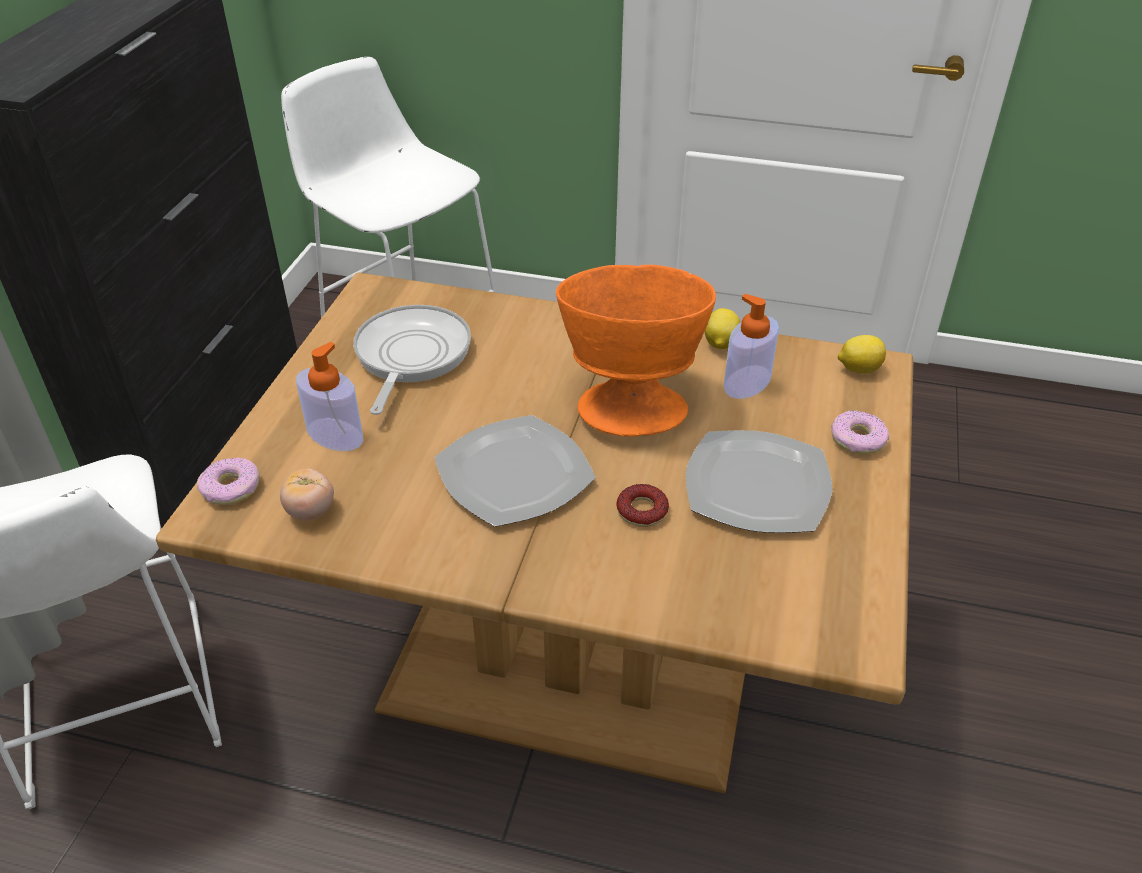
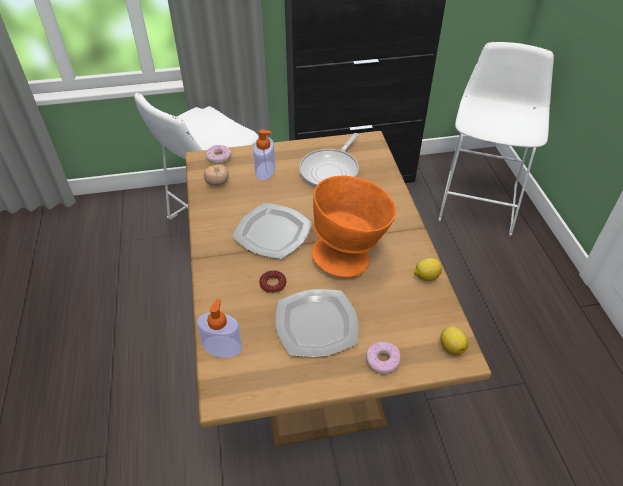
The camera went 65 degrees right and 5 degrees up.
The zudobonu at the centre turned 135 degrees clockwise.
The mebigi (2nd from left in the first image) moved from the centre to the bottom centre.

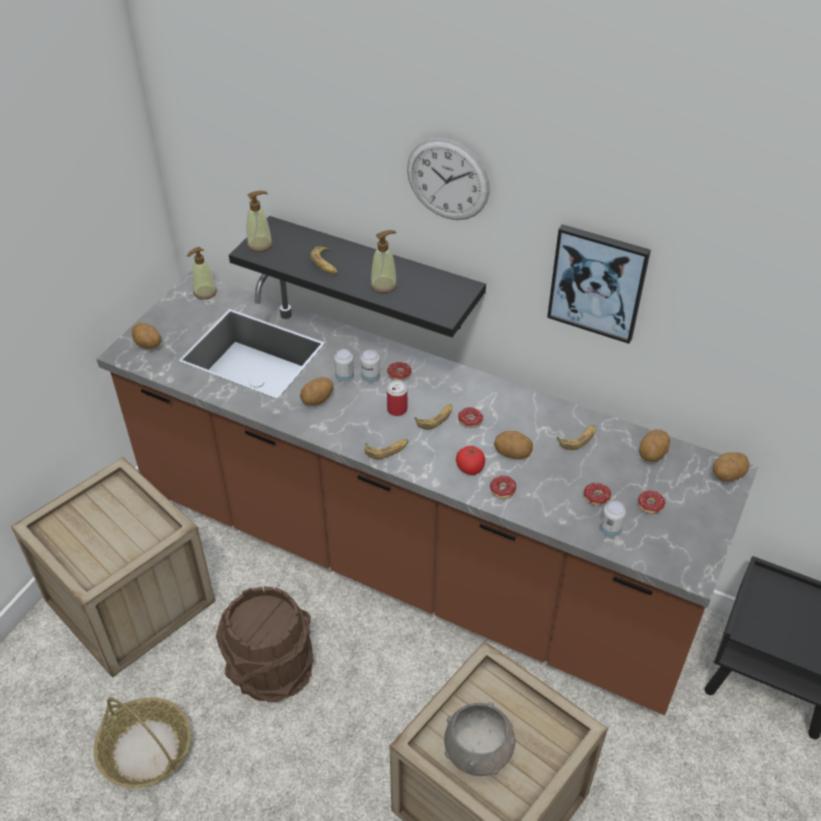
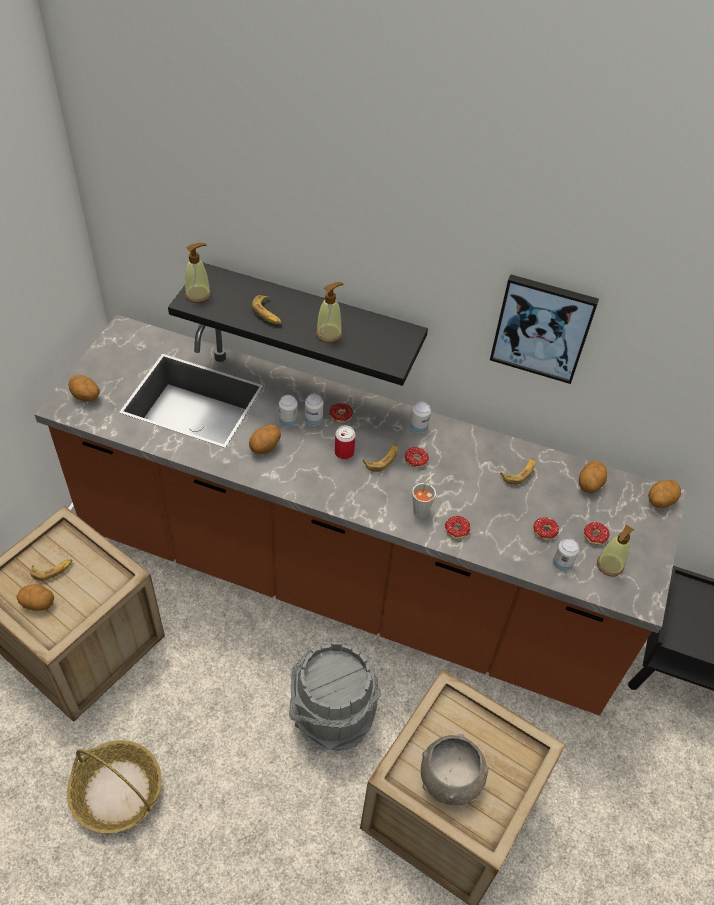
The camera went 10 degrees left and 5 degrees up.
The mebigi (1st from left in the first image) moved from the top left to the middle right.
The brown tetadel at the bottom left disappeared.
The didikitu (2nd from left in the first image) moved from the centre to the middle left.
The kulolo at the top centre disappeared.
The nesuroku at the centre was replaced by the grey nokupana at the centre.
The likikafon (3rd from left in the first image) moved from the centre to the middle left.
The grey tetadel at the bottom centre appeared.
The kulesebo (4th from left) at the centre appeared.

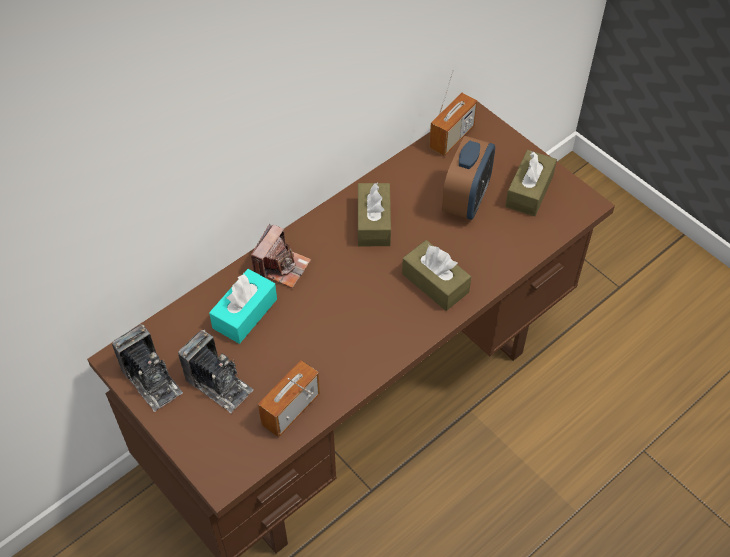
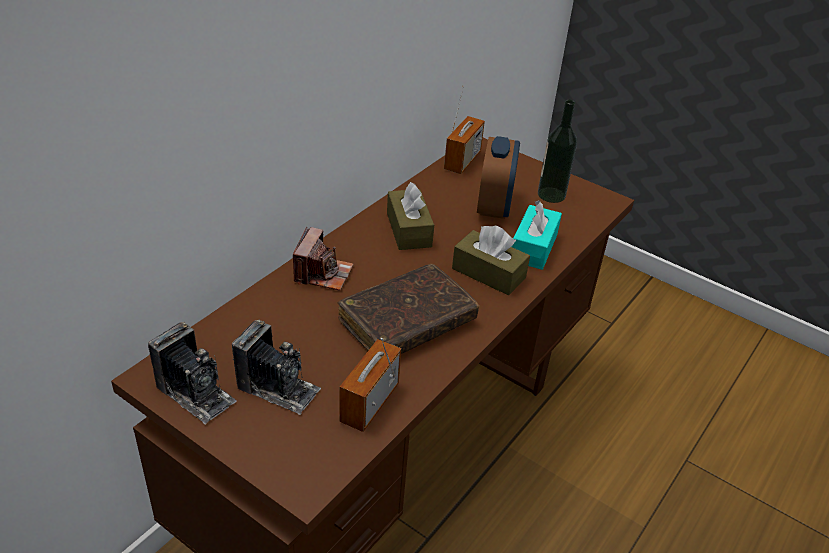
The camera went 15 degrees left and 15 degrees down.
The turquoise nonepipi moved from the middle left to the centre.
The brown nonepipi (3rd from left) at the top right was replaced by the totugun at the top right.
The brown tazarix at the centre appeared.

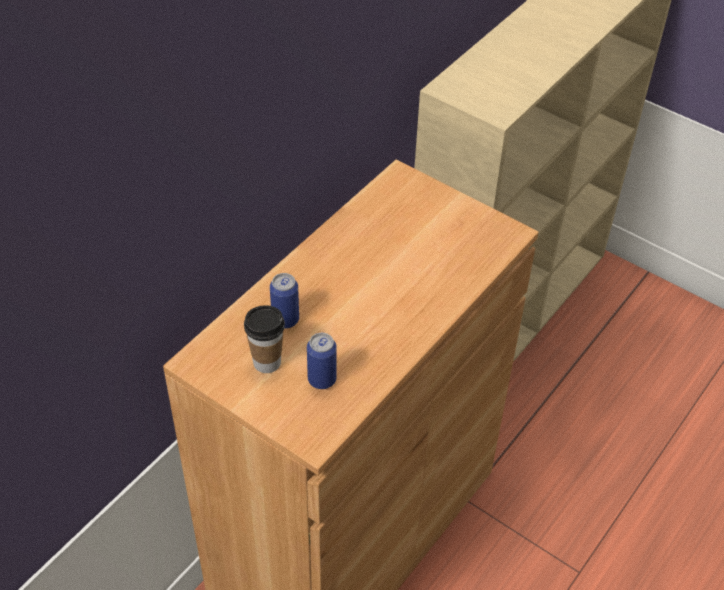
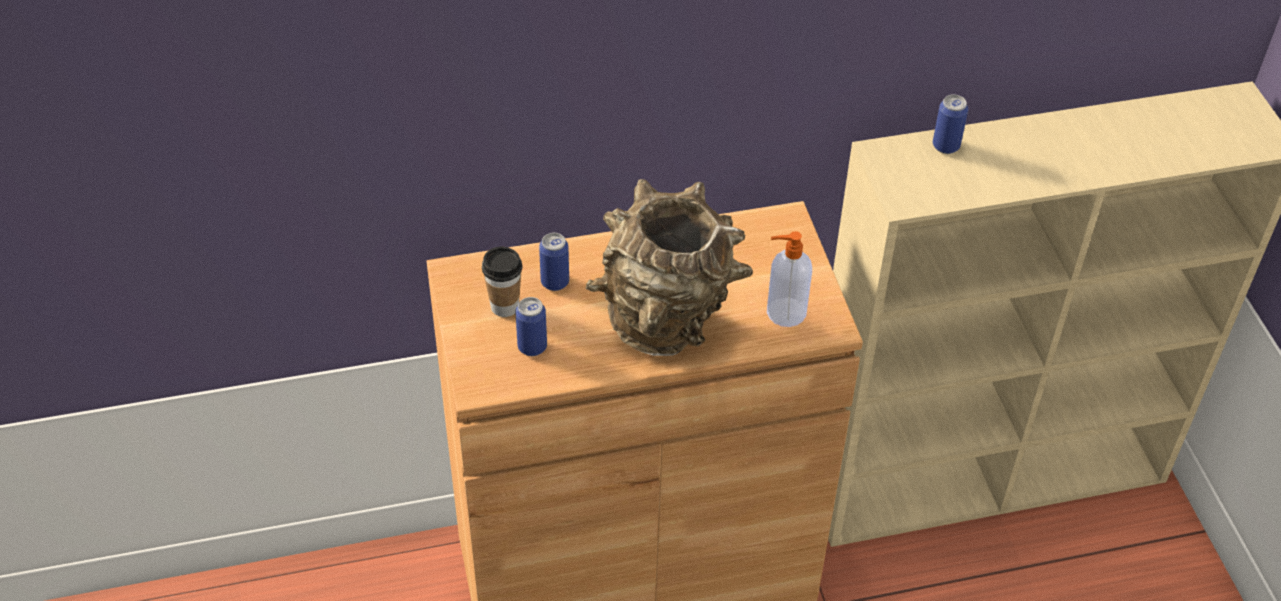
The camera went 40 degrees right and 0 degrees up.
The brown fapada at the centre appeared.
The mebigi at the centre appeared.
The kulesebo (3rd from left) at the top right appeared.

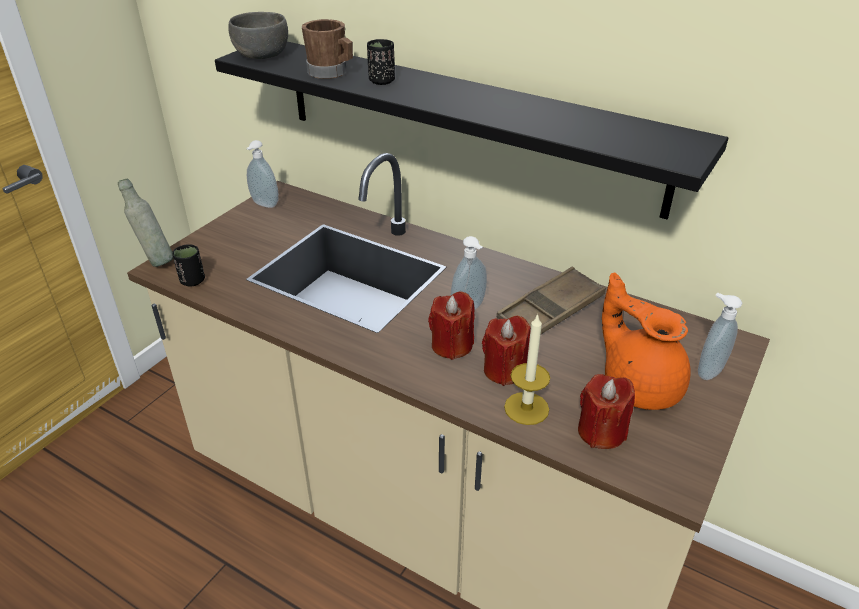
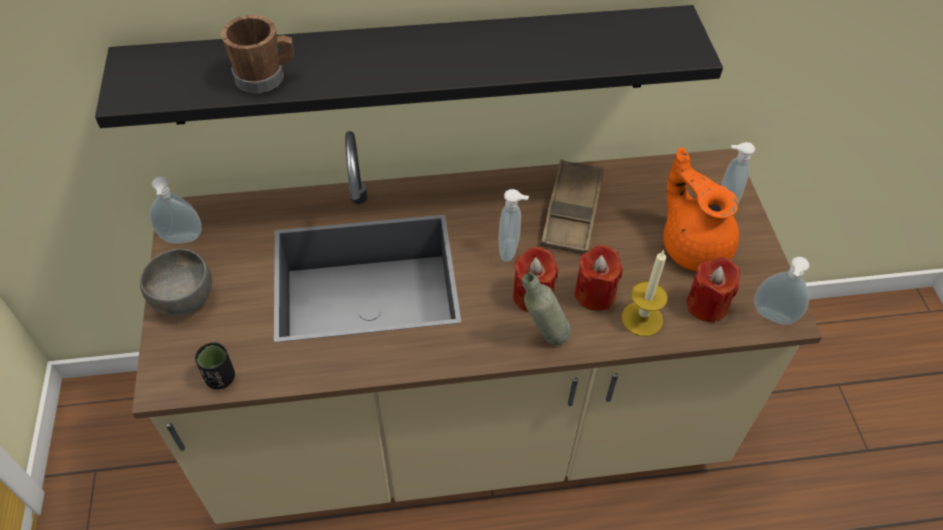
The camera went 40 degrees left and 15 degrees up.
The grey totugun moved from the middle left to the centre.
The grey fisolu moved from the top left to the middle left.
The black nokupana (2nd from left) at the top centre disappeared.
The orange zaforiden at the middle right turned 45 degrees clockwise.
The mebigi (4th from left) at the middle right appeared.

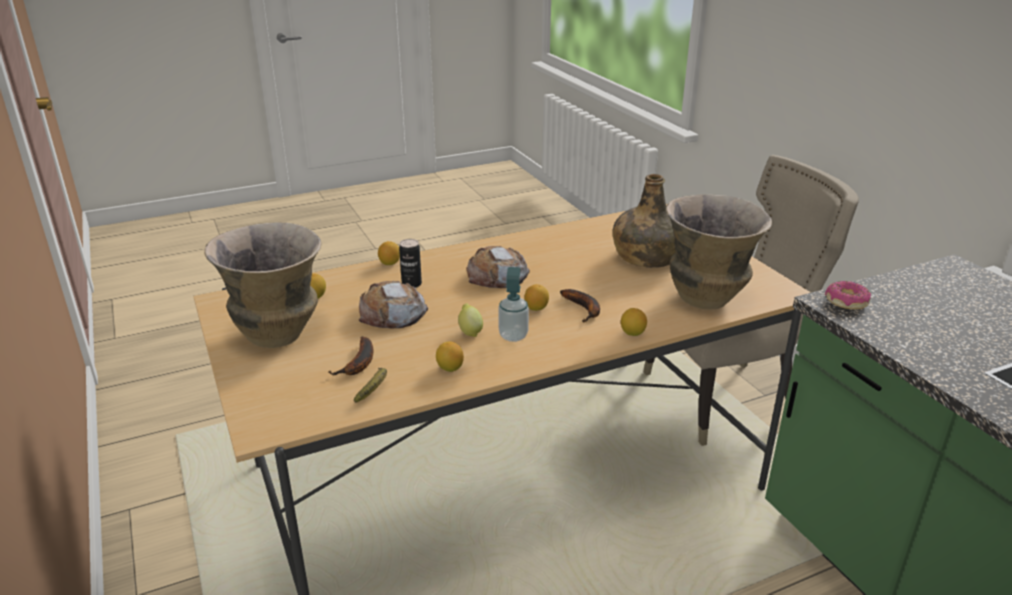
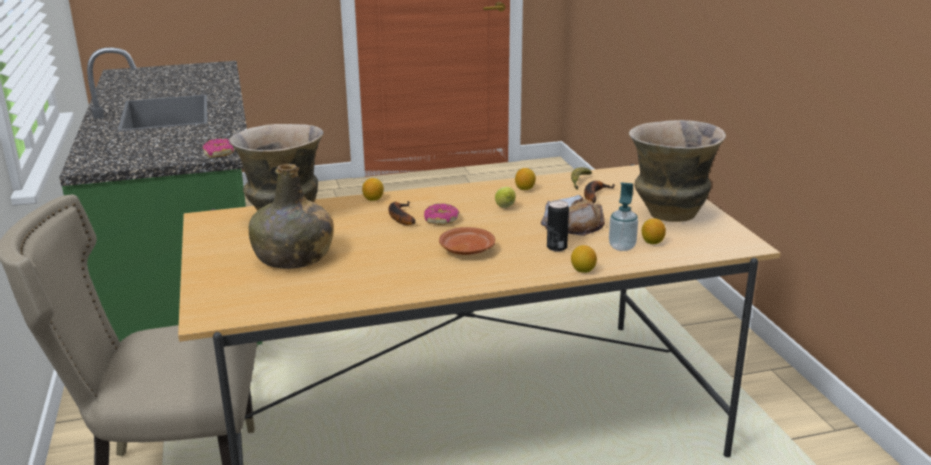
The camera went 170 degrees left and 5 degrees down.
The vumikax (2nd from left) at the centre was replaced by the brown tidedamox at the centre.
The mebigi moved from the centre to the middle right.
The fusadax (5th from left) at the centre was replaced by the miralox (2nd from left) at the centre.

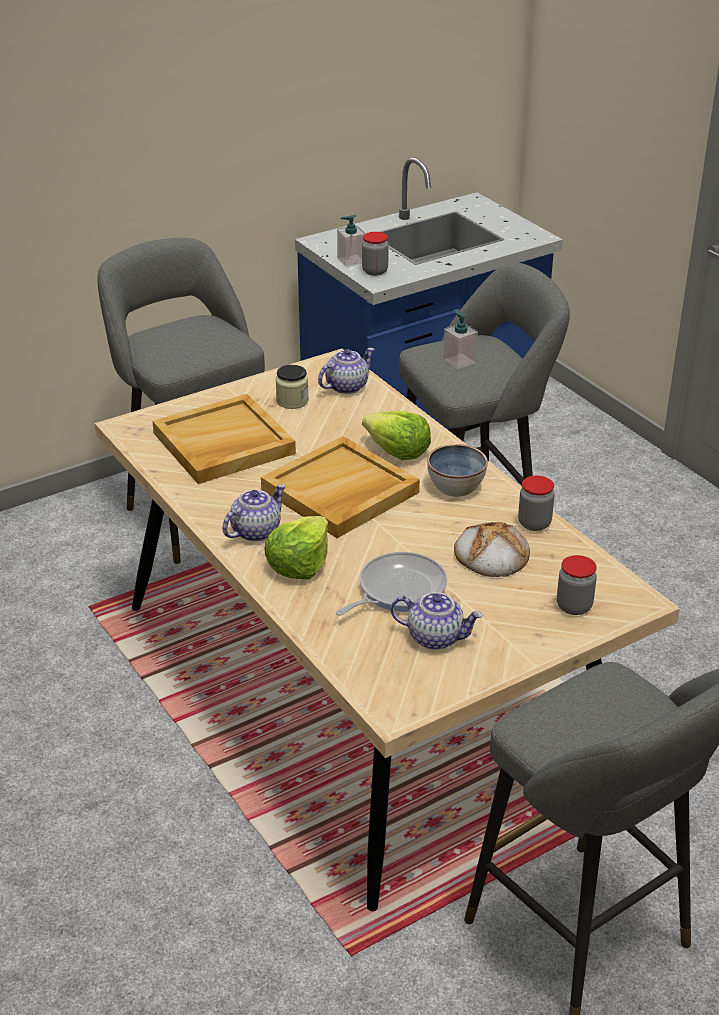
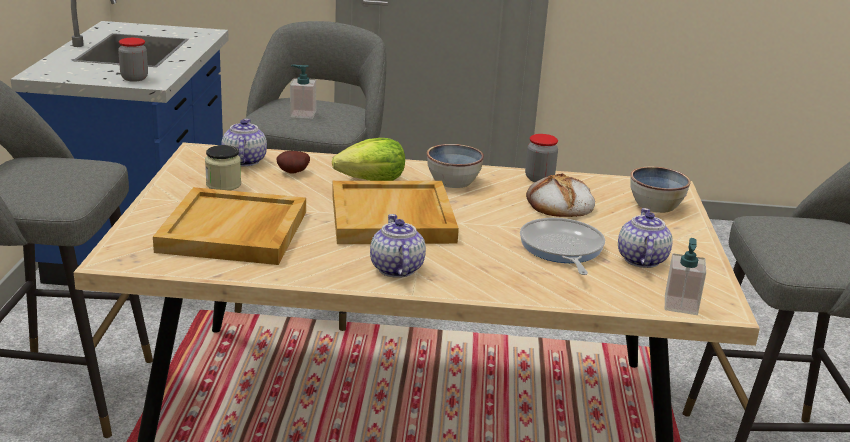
The camera went 55 degrees left and 10 degrees down.
The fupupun (1st from left) at the centre disappeared.
The mebigi (1st from left in the first image) moved from the top centre to the middle right.
The zaforiden (3rd from left) at the centre turned 45 degrees counterclockwise.
The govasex (4th from left) at the middle right was replaced by the fisolu (2nd from left) at the middle right.
The likikafon at the centre appeared.

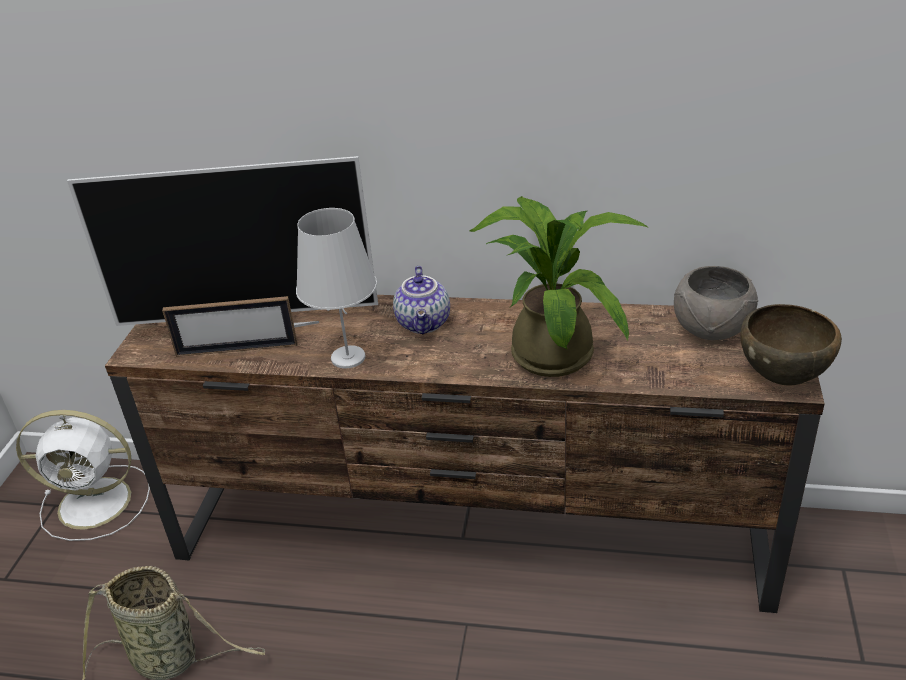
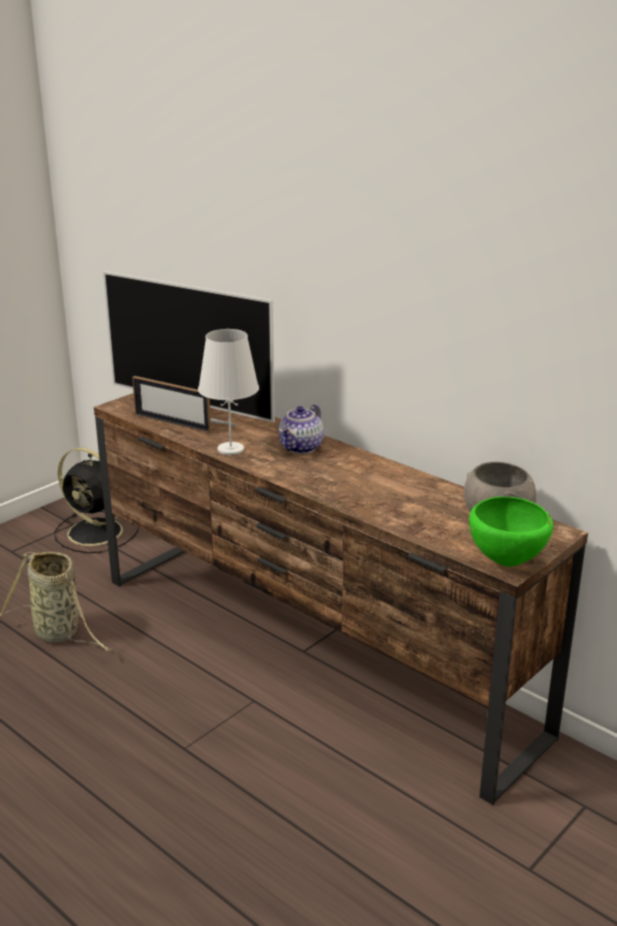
The camera went 30 degrees right and 10 degrees down.
The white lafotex at the bottom left became the black lafotex at the middle left.
The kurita at the centre disappeared.
The brown fisolu at the middle right became the green fisolu at the middle right.

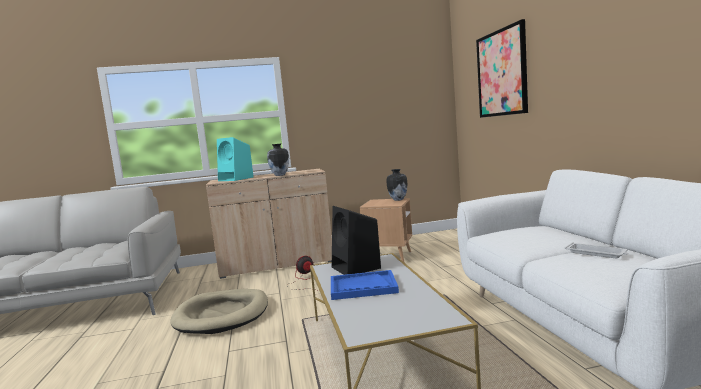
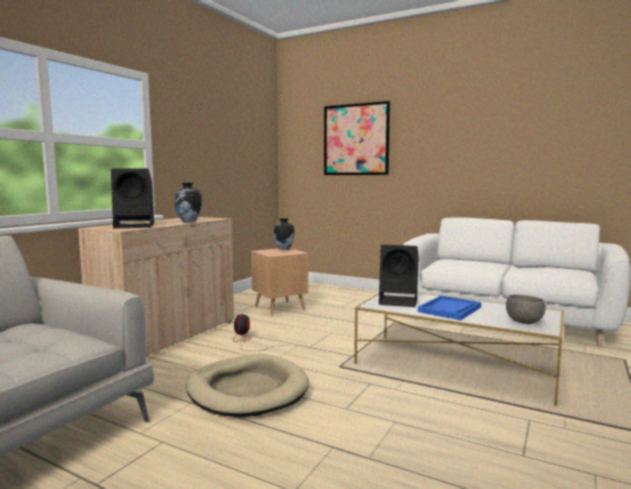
The camera went 50 degrees left and 0 degrees up.
The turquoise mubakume at the centre became the black mubakume (1st from left) at the middle left.
The grey fisolu at the middle right appeared.

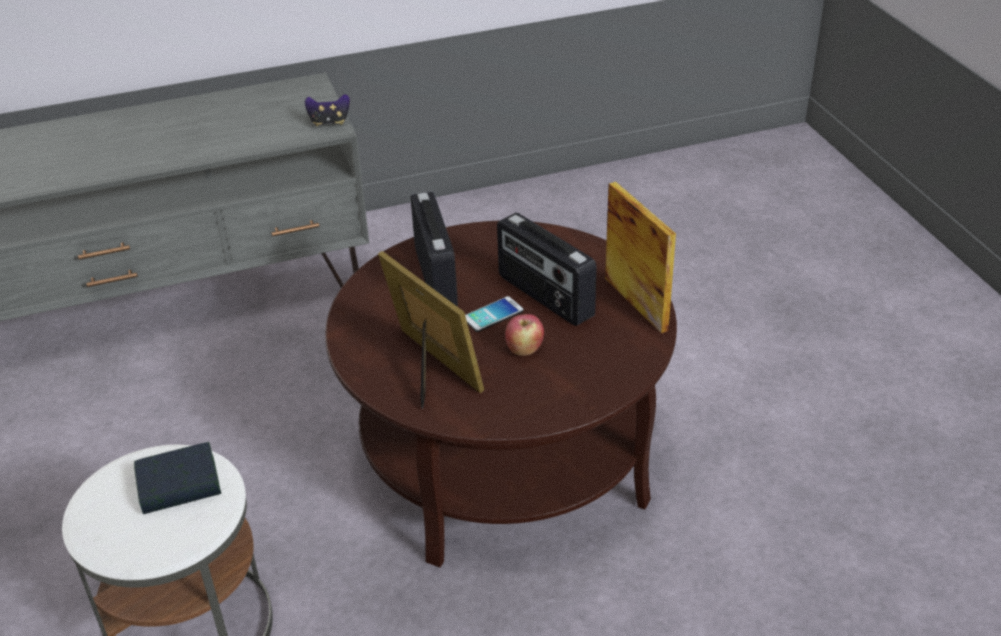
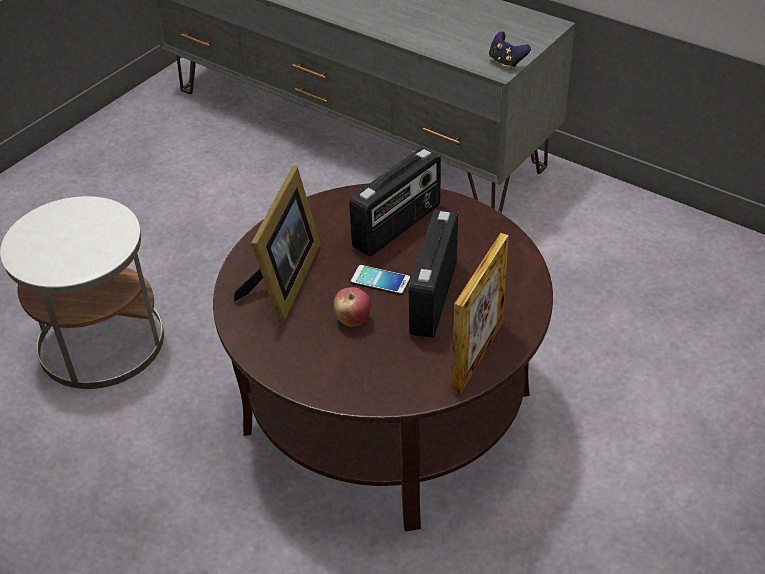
The camera went 55 degrees right and 5 degrees up.
The tazarix at the bottom left disappeared.

